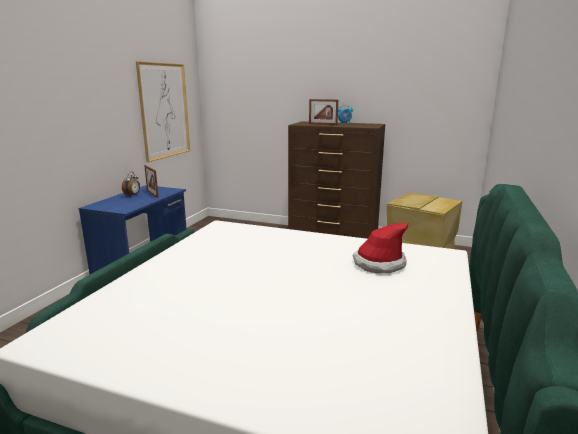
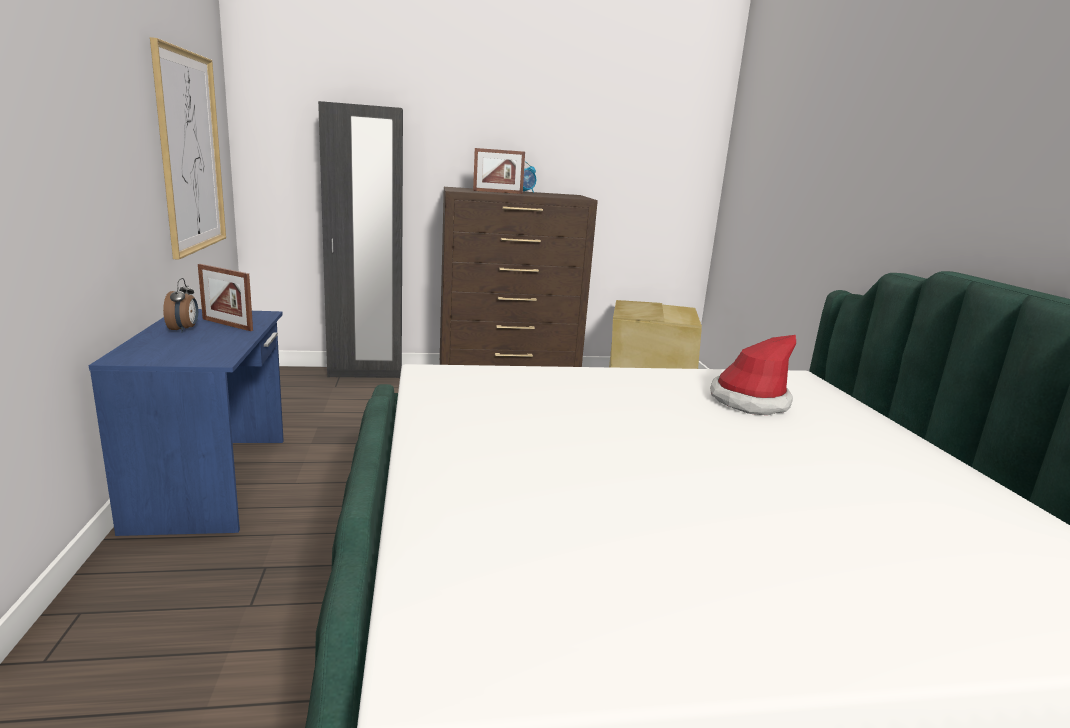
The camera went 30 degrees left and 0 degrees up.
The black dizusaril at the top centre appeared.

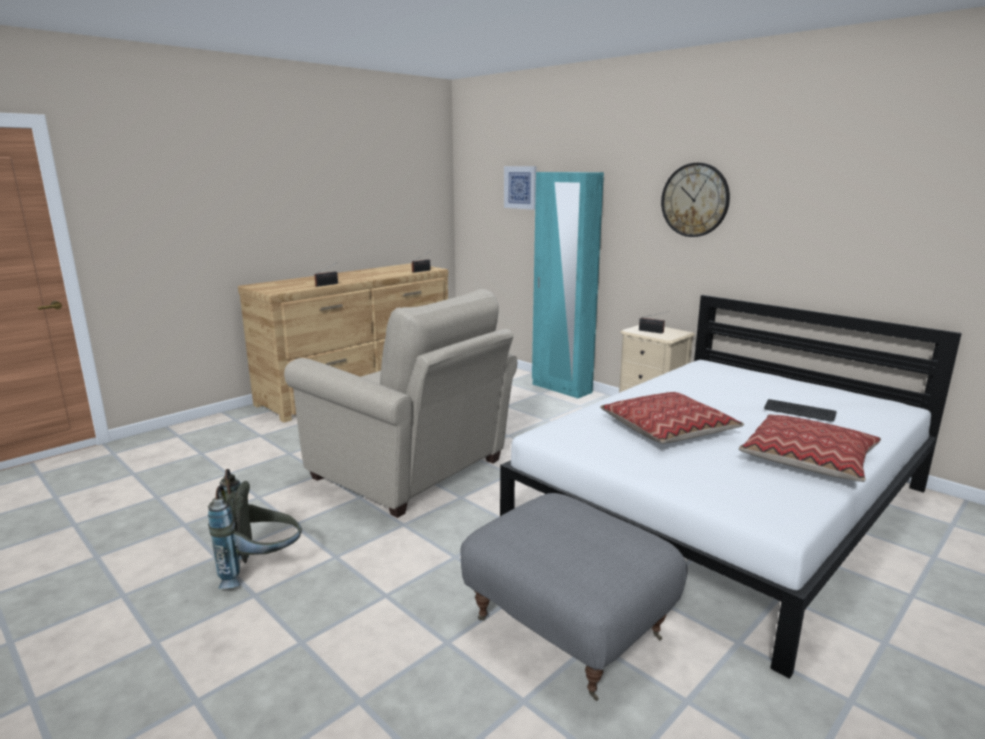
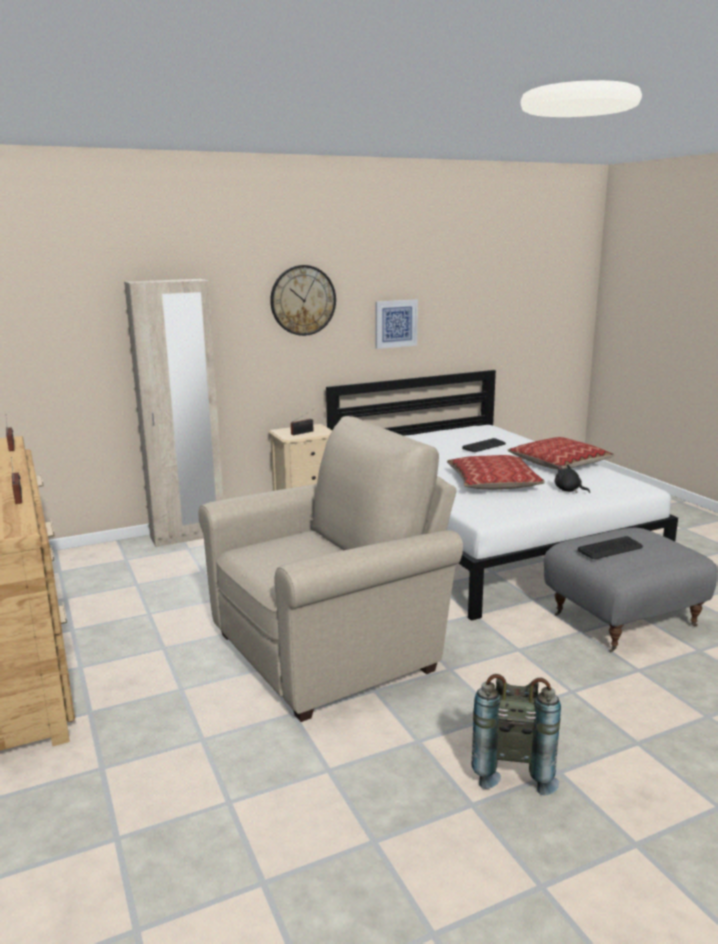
The camera went 70 degrees left and 0 degrees up.
The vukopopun moved from the top centre to the centre.
The turquoise dizusaril at the centre became the beige dizusaril at the middle left.
The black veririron at the middle right appeared.
The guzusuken (2nd from left) at the middle right appeared.

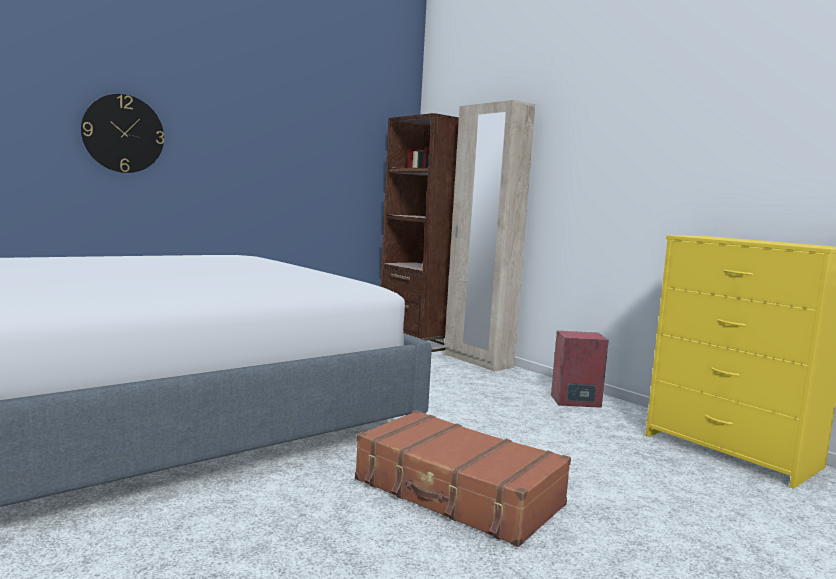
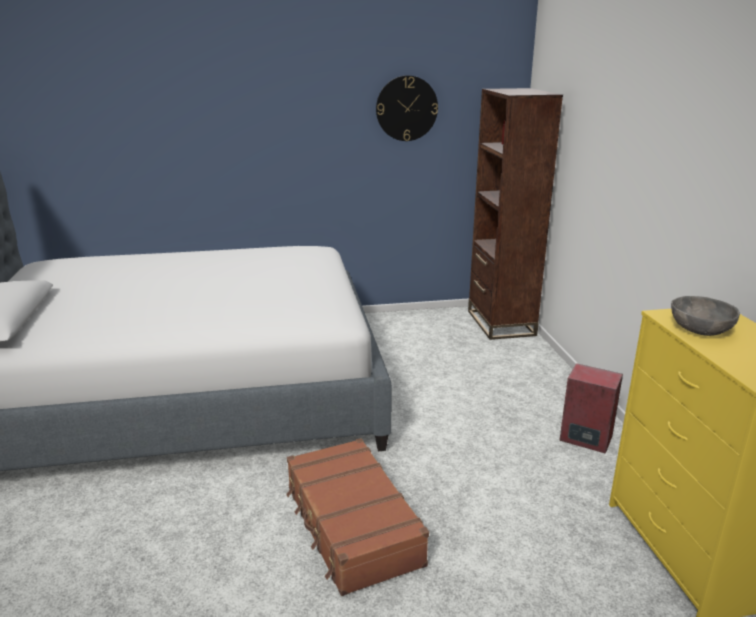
The camera went 30 degrees right and 15 degrees up.
The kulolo moved from the top left to the top centre.
The beige dizusaril at the centre disappeared.
The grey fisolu at the middle right appeared.

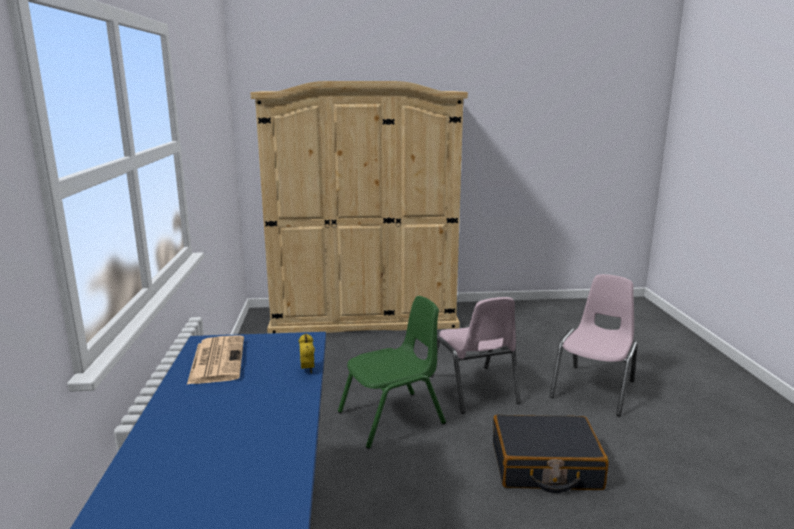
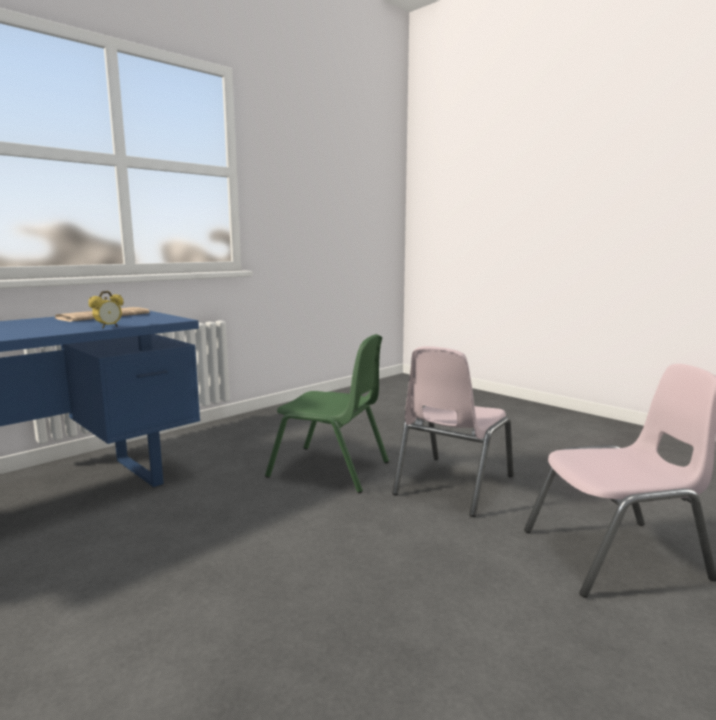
The camera went 50 degrees right and 5 degrees down.
The beige dizusaril at the centre disappeared.
The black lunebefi at the bottom right disappeared.

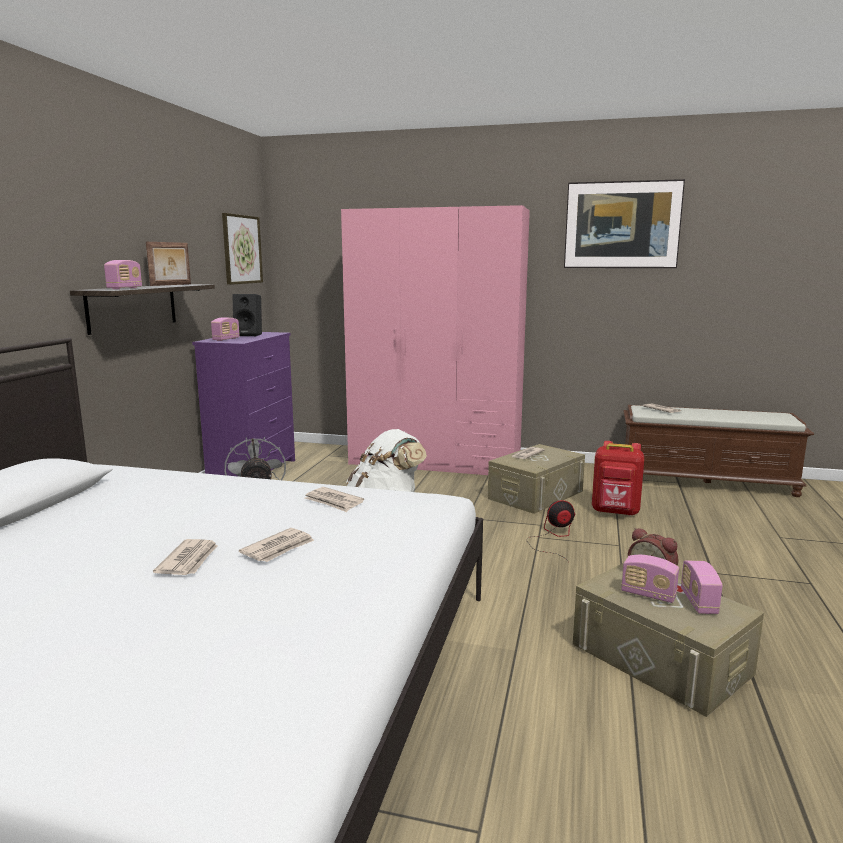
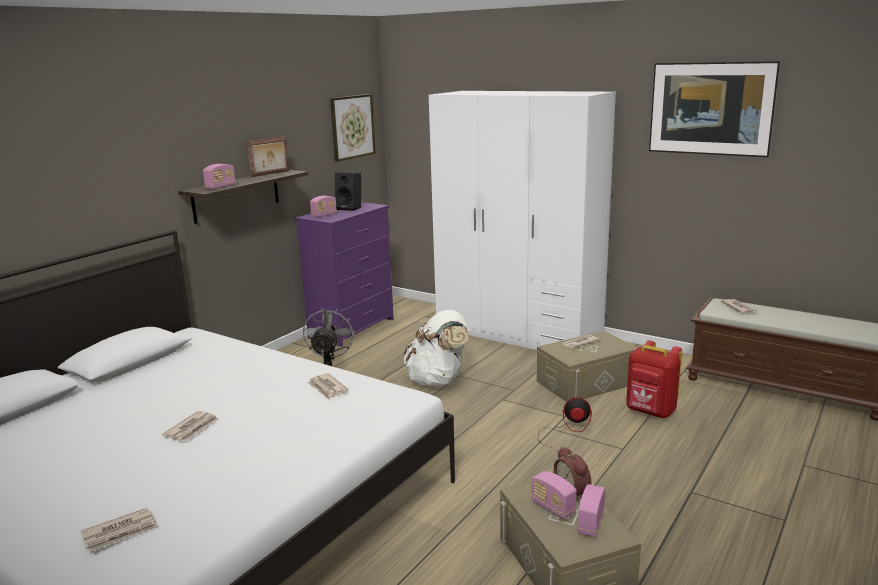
The camera went 20 degrees right and 5 degrees up.
The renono (2nd from left in the first image) moved from the middle left to the bottom left.
The pink dizusaril at the centre became the white dizusaril at the centre.

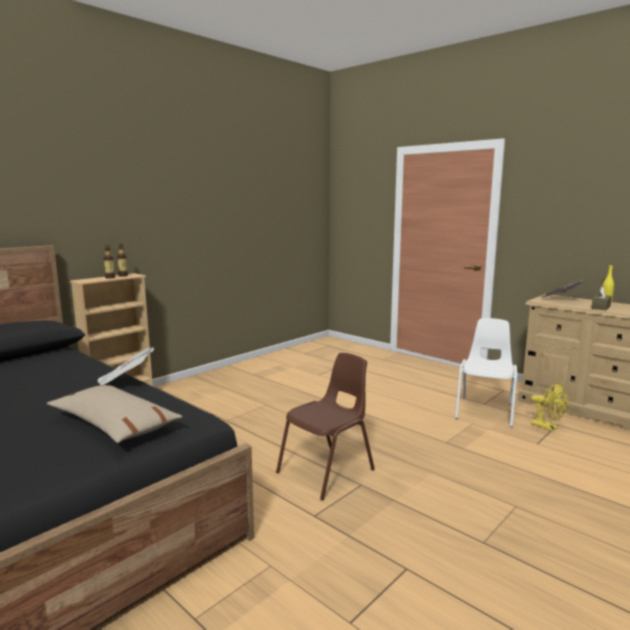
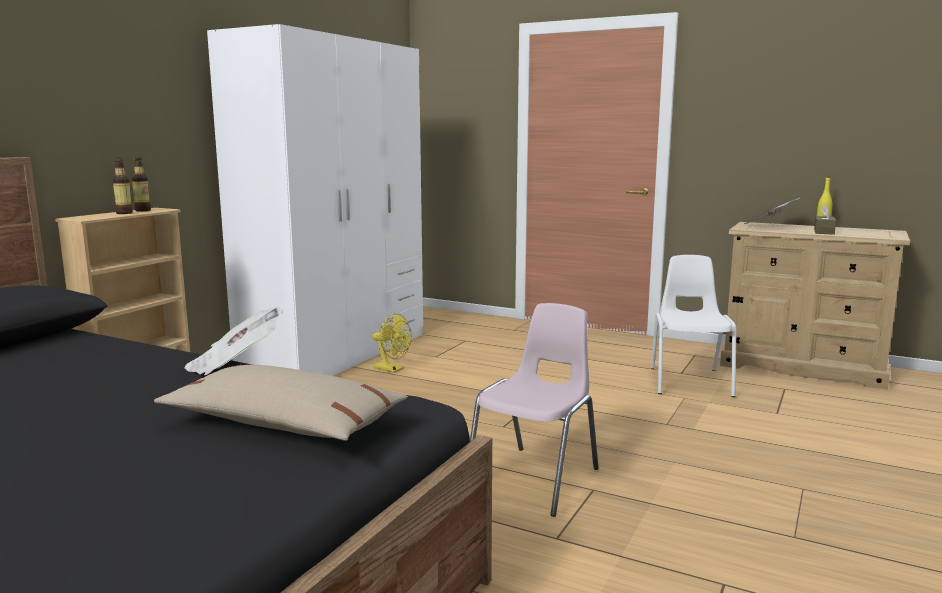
The camera went 15 degrees left and 0 degrees up.
The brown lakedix at the bottom centre became the pink lakedix at the bottom centre.
The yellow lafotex moved from the middle right to the centre.
The white dizusaril at the centre appeared.

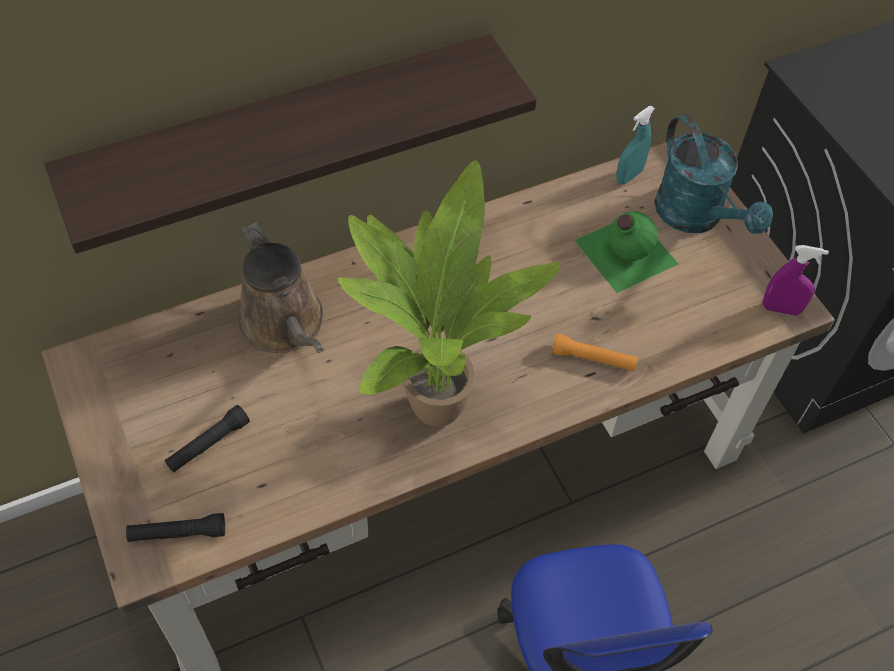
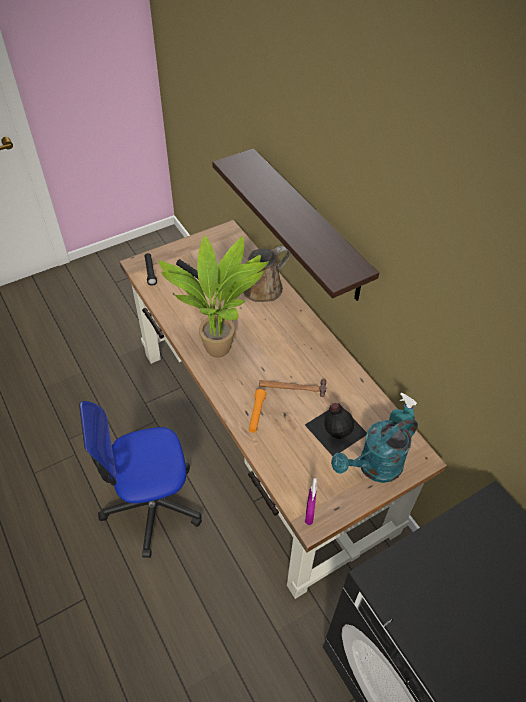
The camera went 85 degrees right and 5 degrees down.
The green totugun at the middle right became the black totugun at the centre.
The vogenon at the centre appeared.

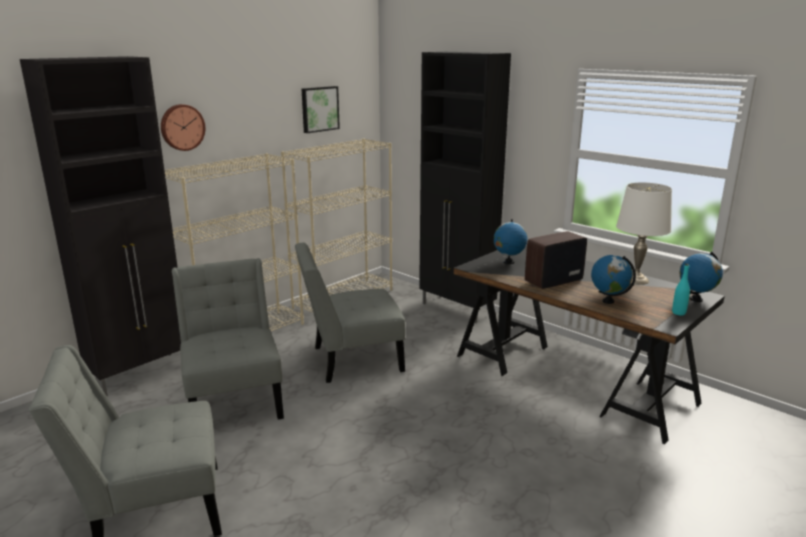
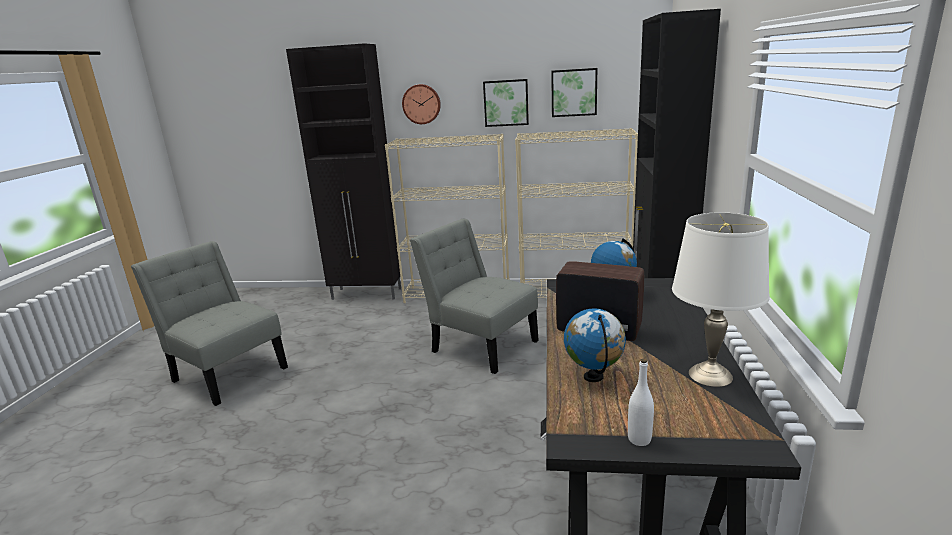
The camera went 55 degrees right and 0 degrees up.
The grey lakedix (2nd from left) at the middle left disappeared.
The turquoise totugun at the middle right became the white totugun at the bottom right.
The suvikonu (3rd from left) at the middle right disappeared.
The vukopopun (1st from left) at the top centre appeared.

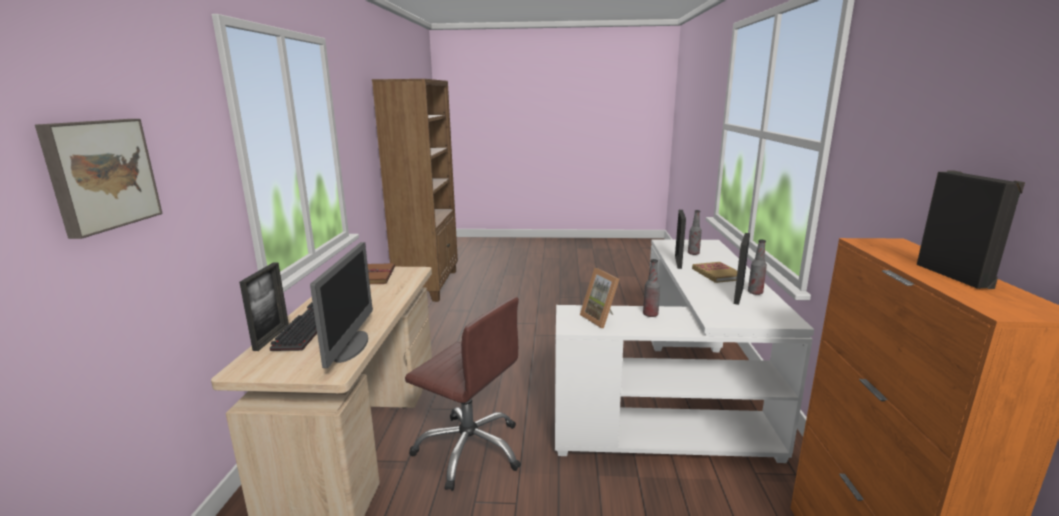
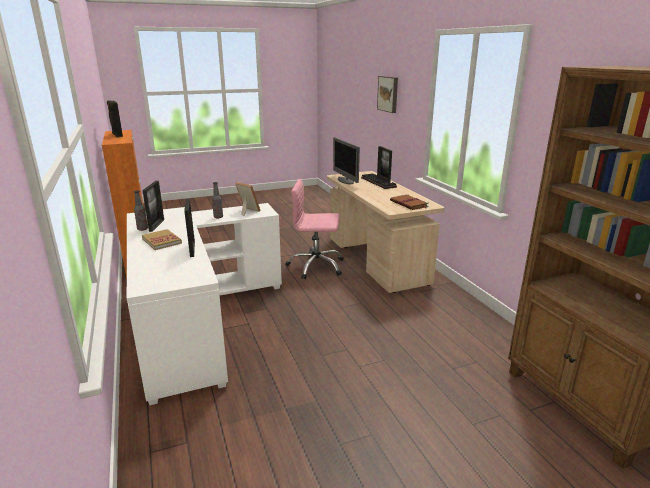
The camera went 155 degrees right and 5 degrees up.
The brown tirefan at the bottom centre became the pink tirefan at the centre.
The totugun (2nd from left) at the centre disappeared.

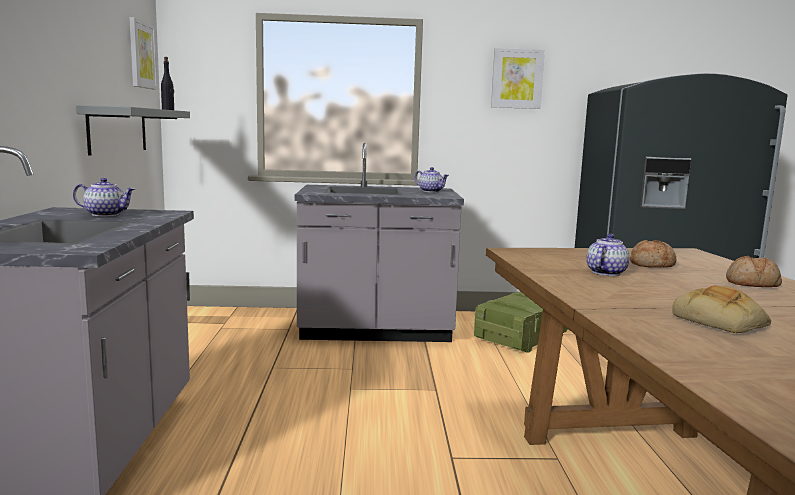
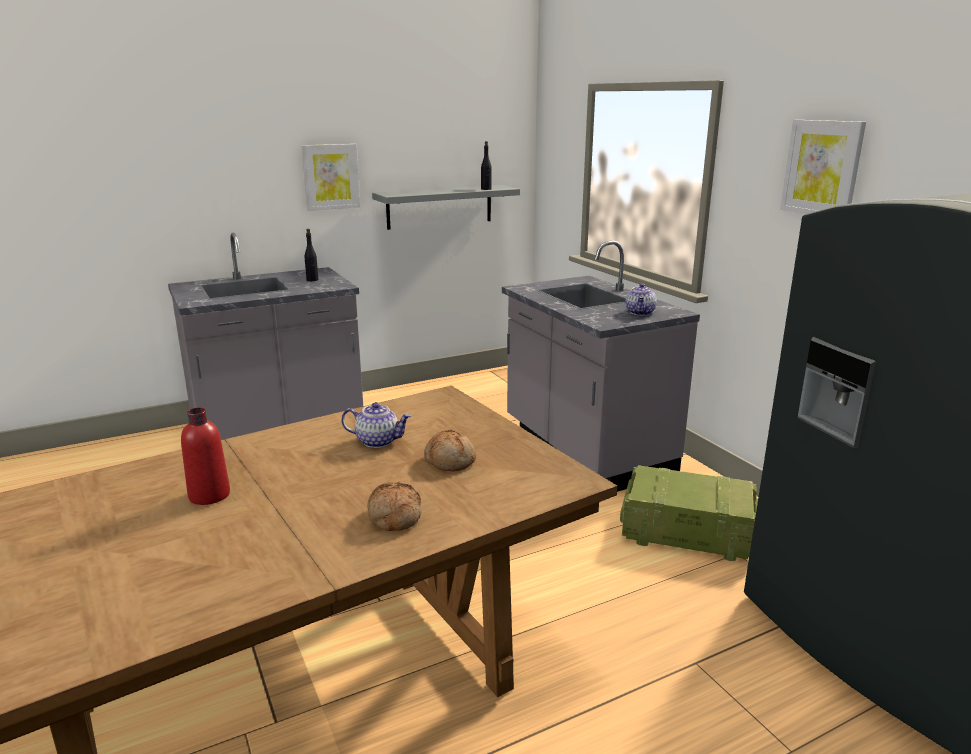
The camera went 65 degrees right and 10 degrees up.
The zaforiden (1st from left) at the middle left was replaced by the black totugun (1st from left) at the middle left.
The vukopopun (1st from left) moved from the top left to the top centre.
The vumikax (2nd from left) at the middle right was replaced by the red totugun at the middle left.

